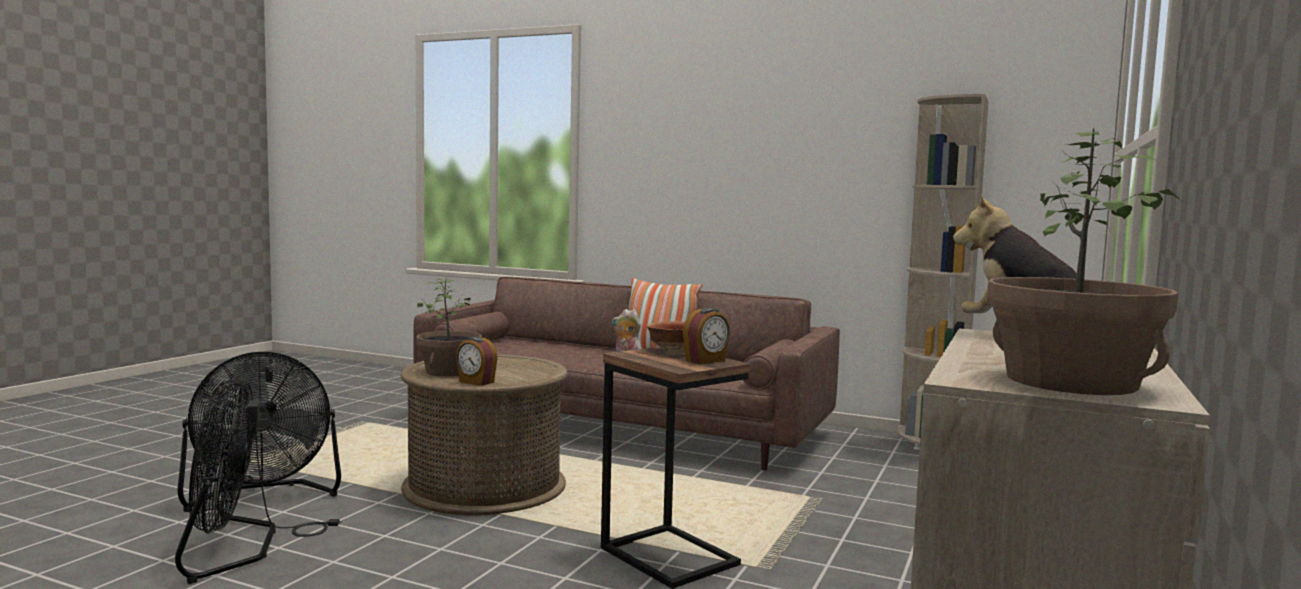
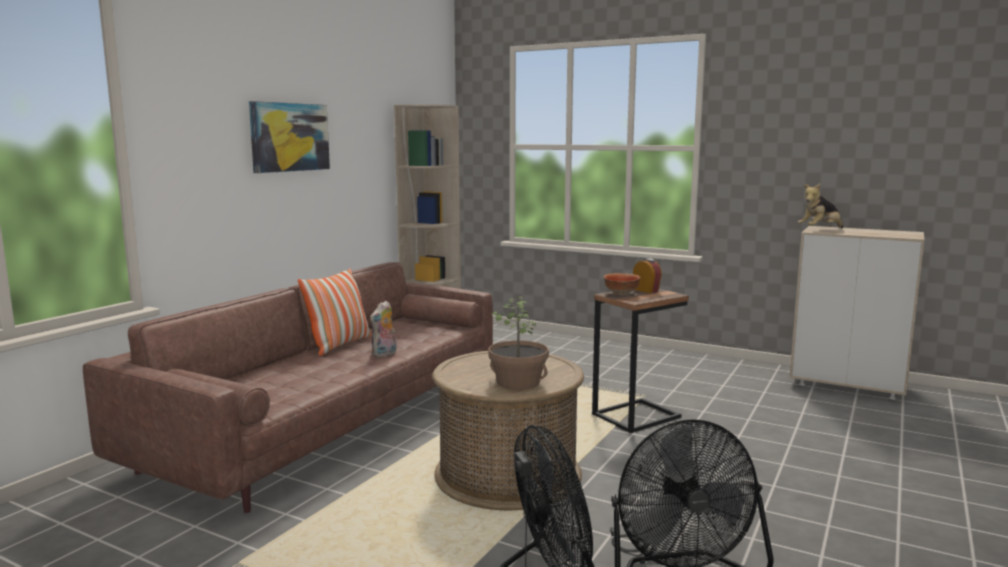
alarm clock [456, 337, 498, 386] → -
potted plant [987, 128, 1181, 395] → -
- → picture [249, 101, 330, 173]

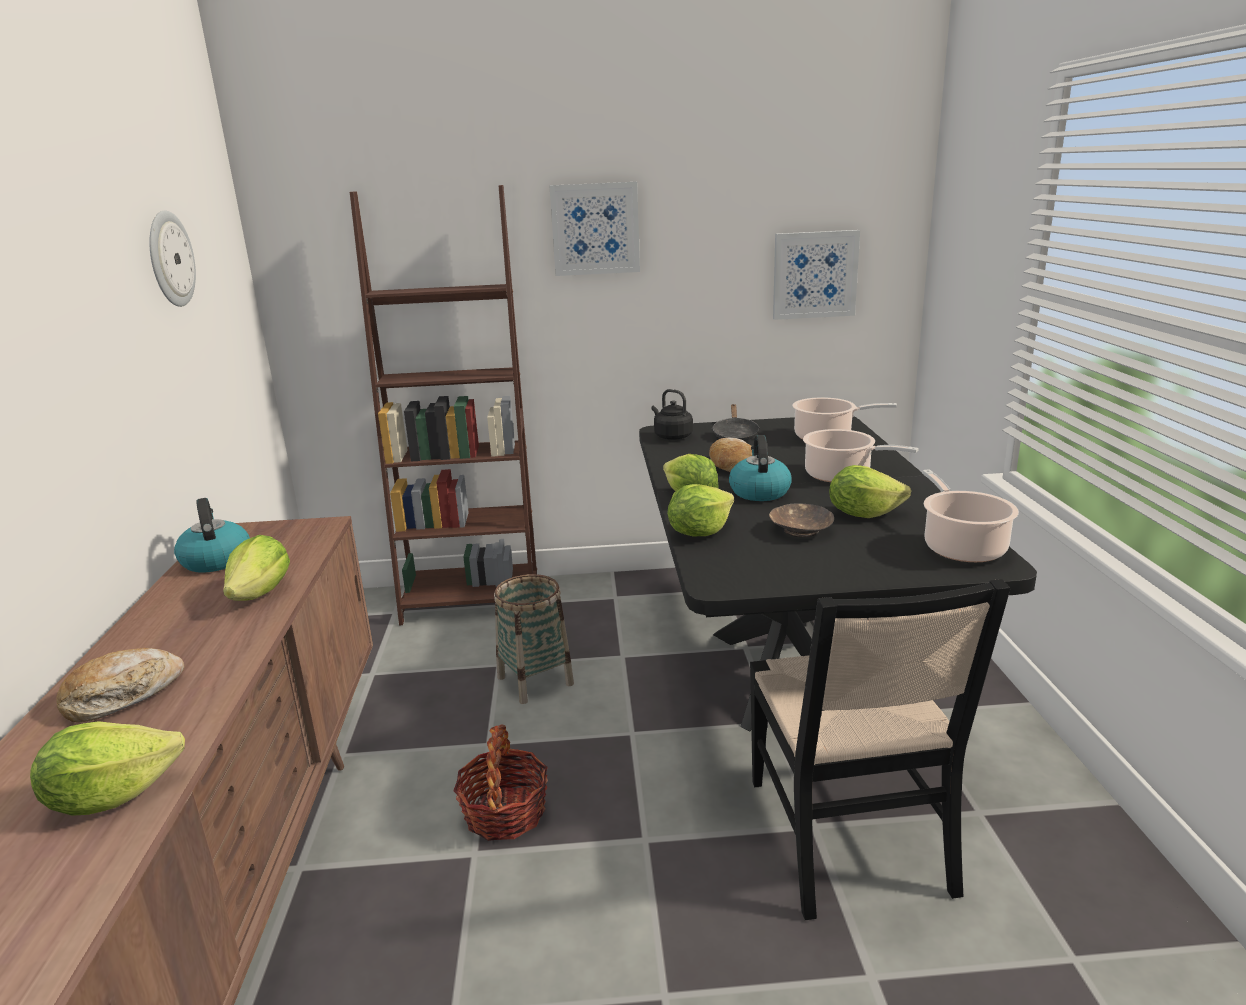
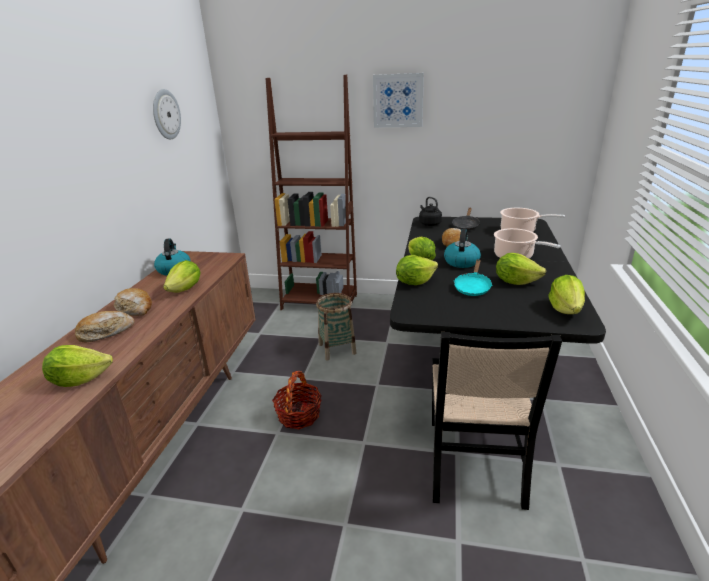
brown bowl [769, 503, 834, 537] → turquoise frying pan [454, 259, 492, 296]
picture [773, 230, 860, 320] → -
cooking pot [922, 469, 1019, 562] → lettuce [549, 275, 585, 314]
- → bread [114, 288, 152, 316]

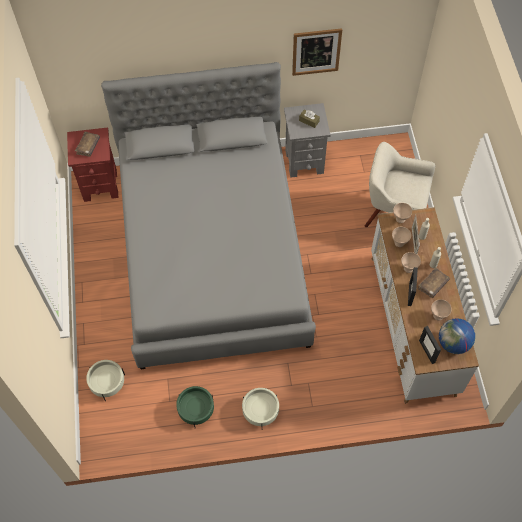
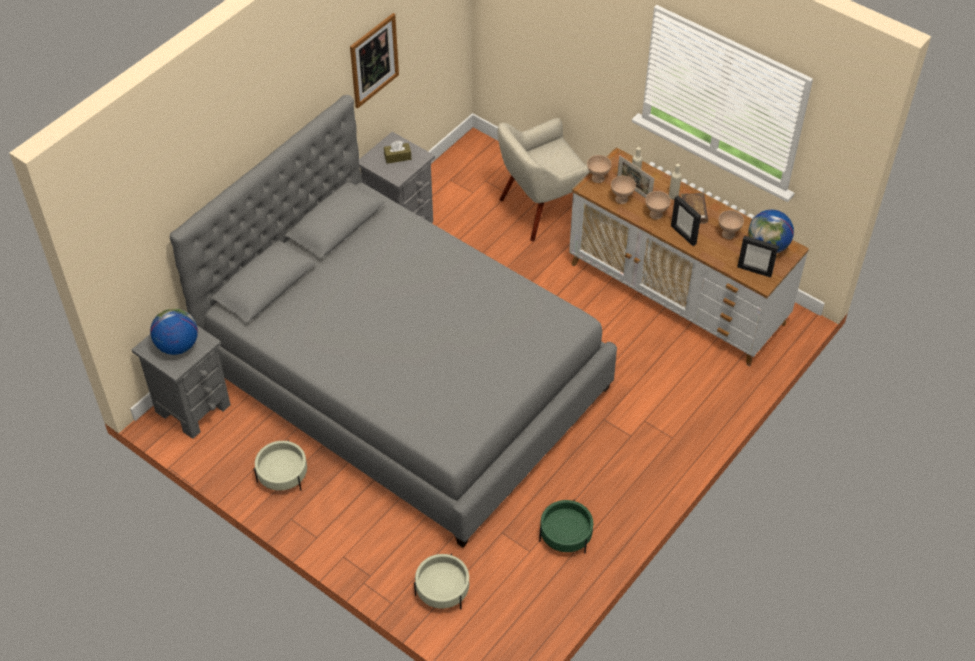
red nightstand [67, 128, 119, 202] → grey nightstand [132, 325, 231, 439]
brown book [75, 132, 100, 157] → globe [150, 308, 198, 355]
beige planter [242, 388, 279, 426] → beige planter [254, 440, 307, 491], relocated

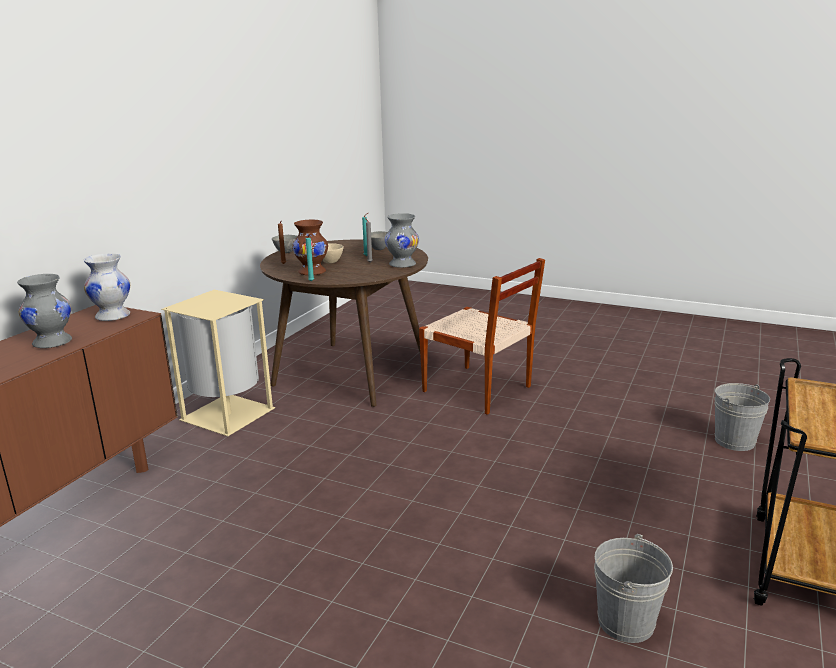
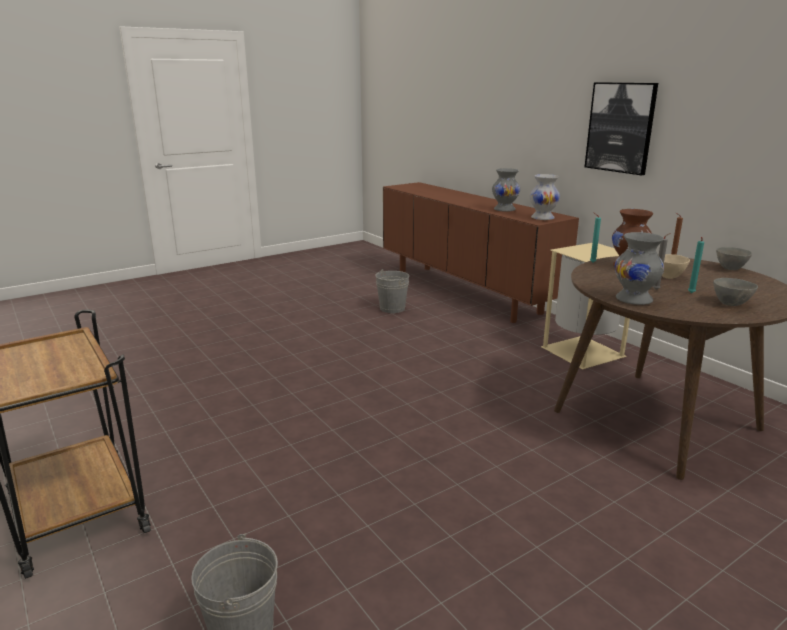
chair [419, 258, 545, 415] → -
grey bucket [594, 534, 673, 643] → grey bucket [375, 269, 409, 313], relocated
- → picture [585, 82, 658, 175]

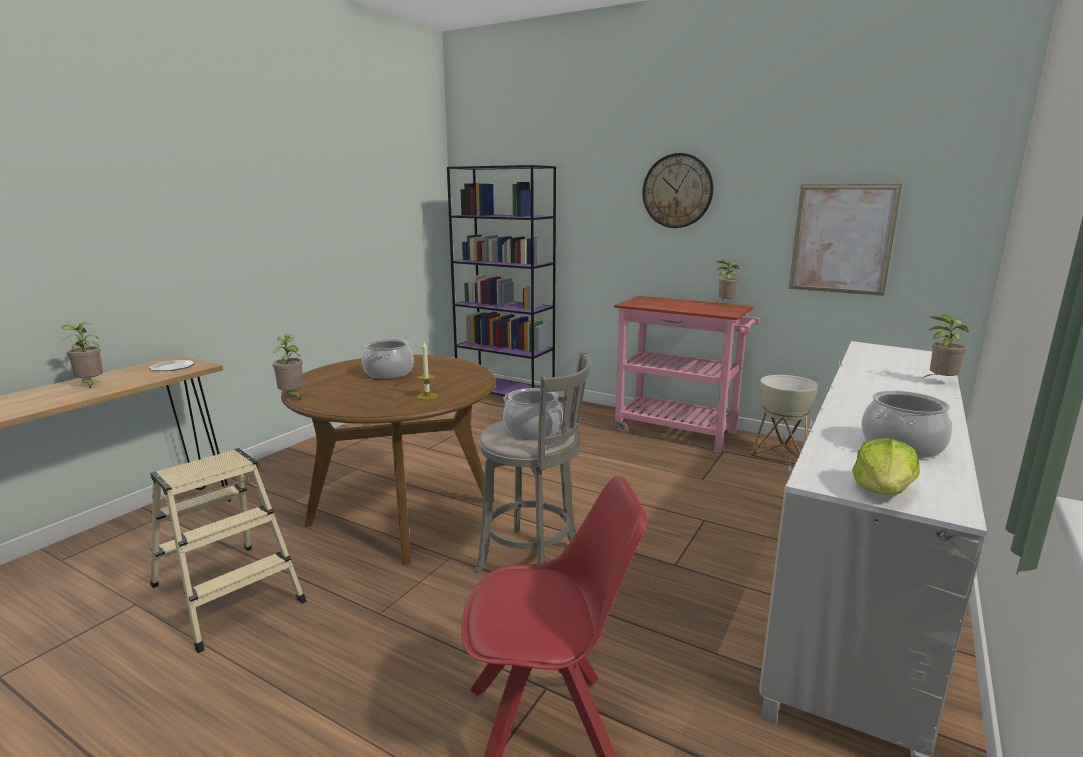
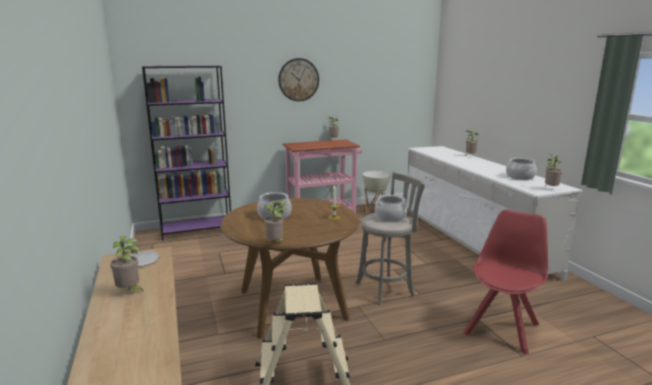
picture [789, 184, 902, 296] → -
lettuce [852, 438, 920, 495] → potted plant [545, 154, 563, 186]

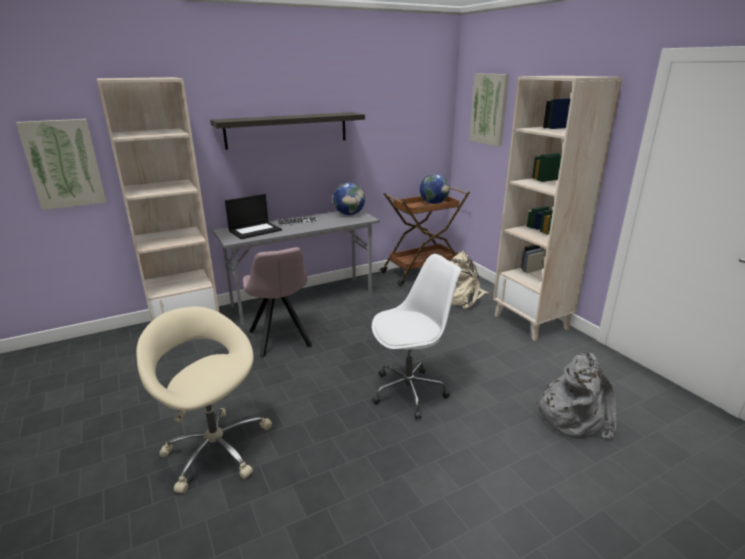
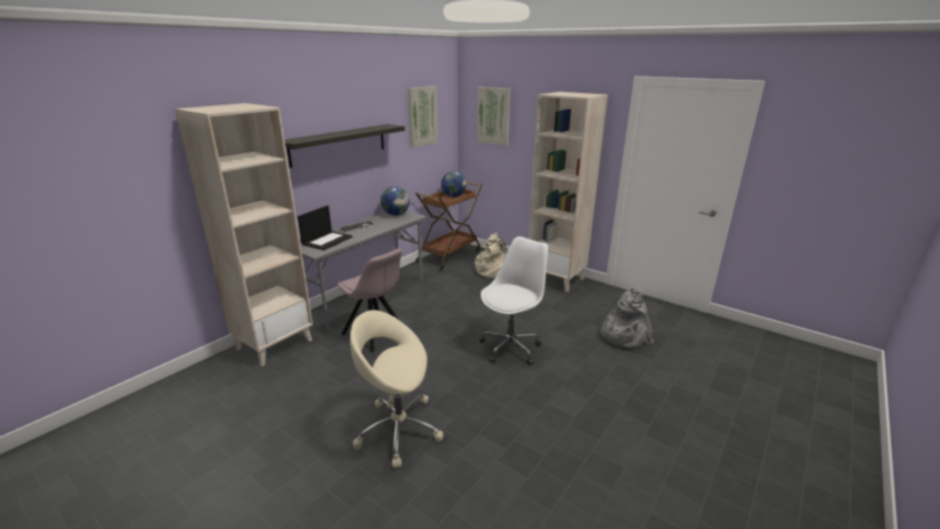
picture [16, 119, 107, 210] → picture [408, 86, 438, 148], relocated

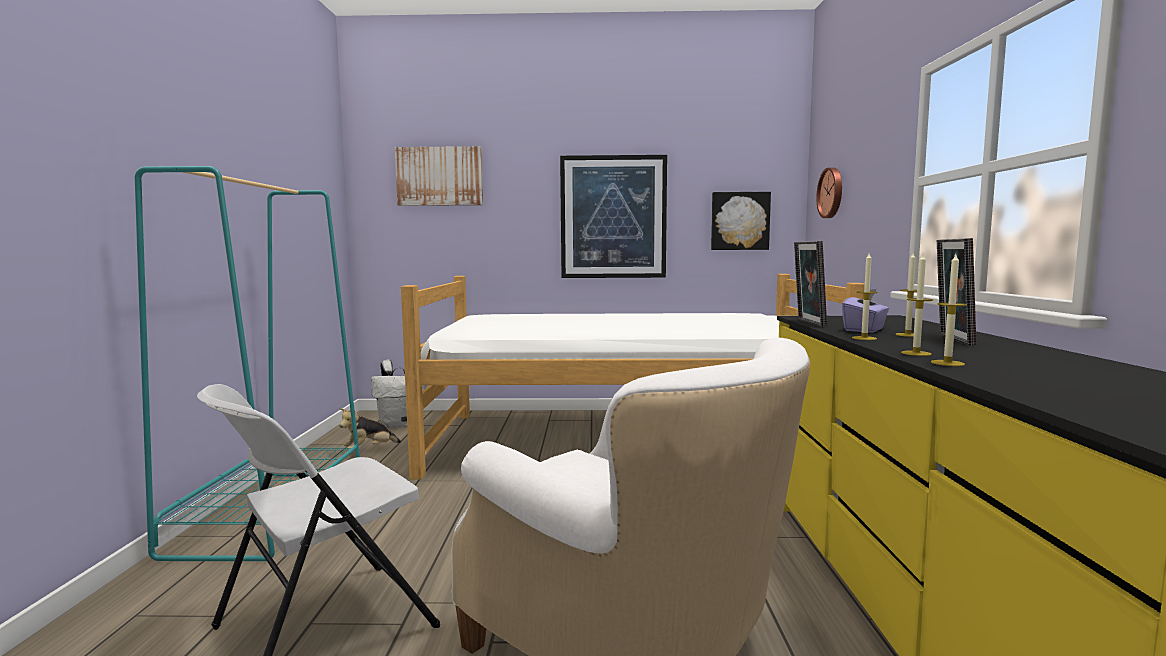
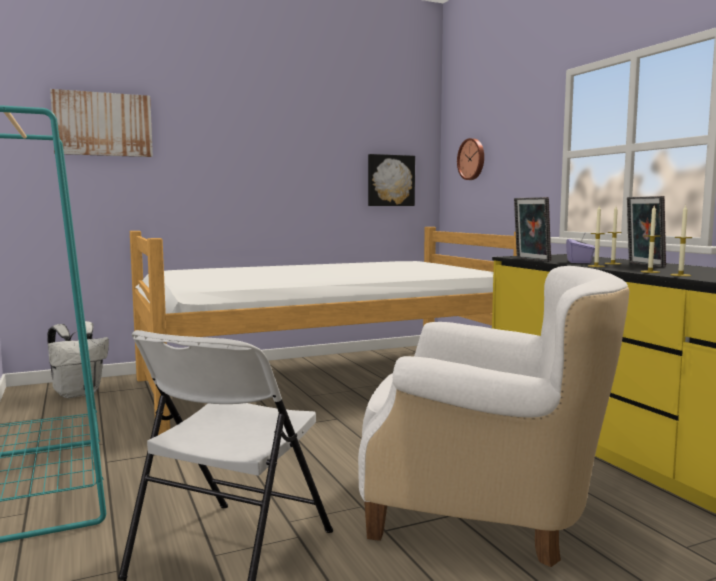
plush toy [339, 408, 401, 450] → -
picture [560, 155, 667, 278] → -

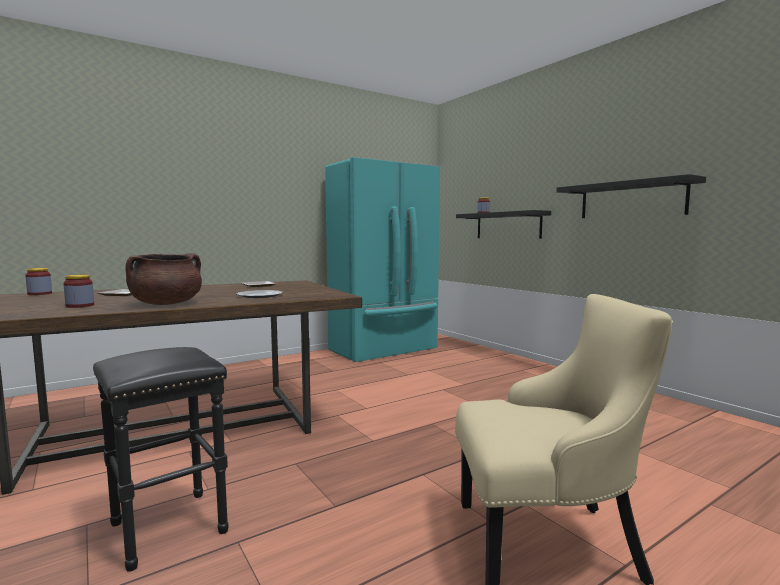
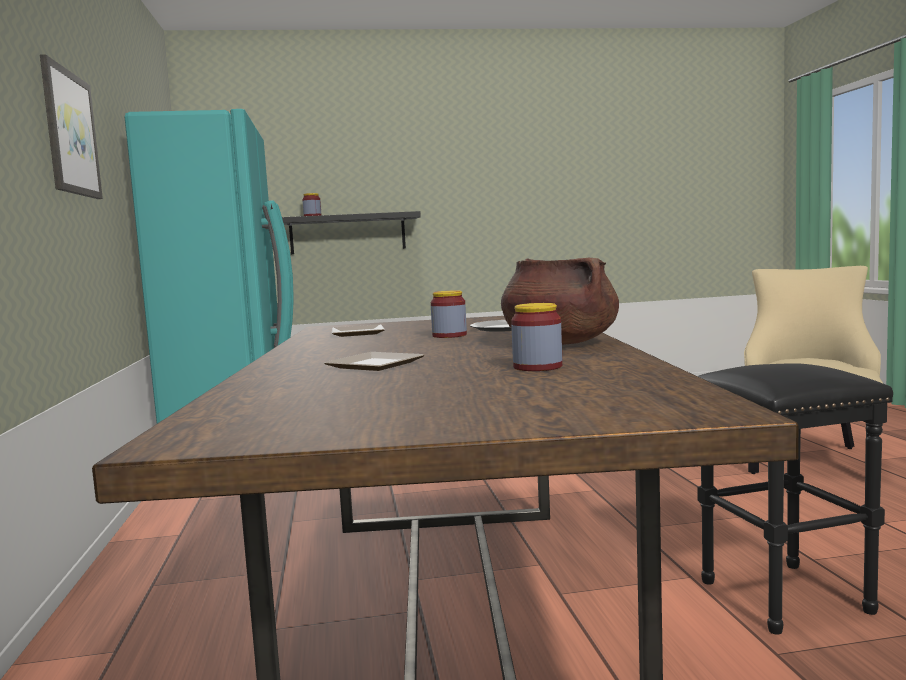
jar [25, 268, 52, 295] → jar [431, 290, 467, 338], relocated
black shelf [556, 174, 706, 218] → -
- → picture [40, 54, 103, 199]

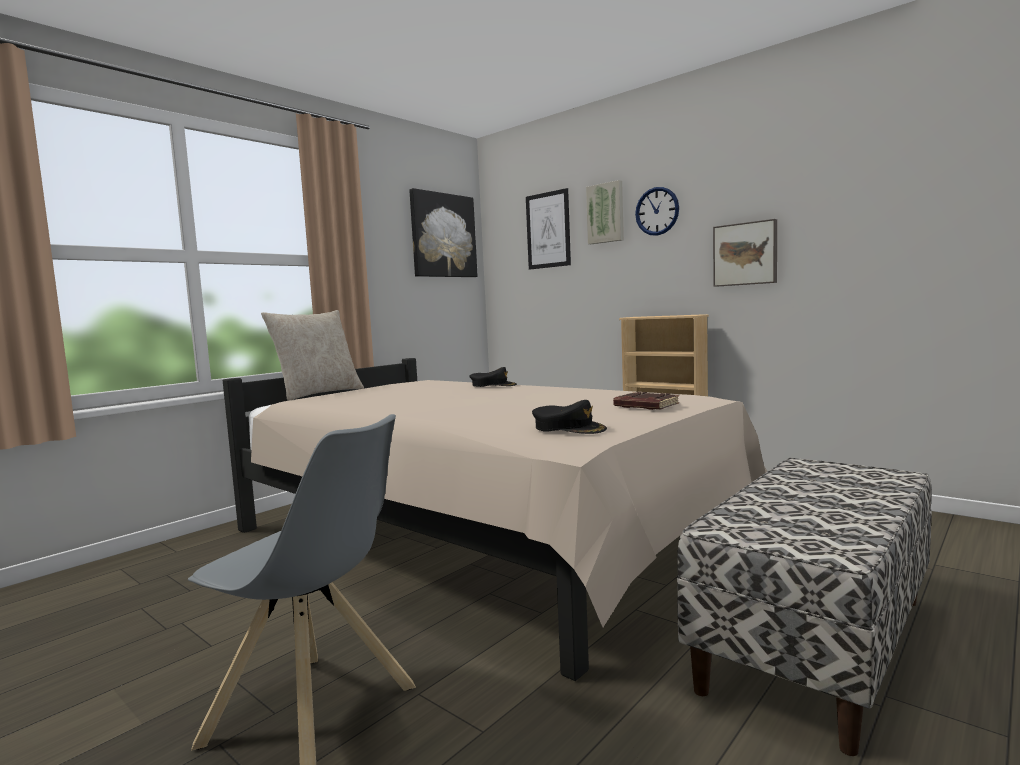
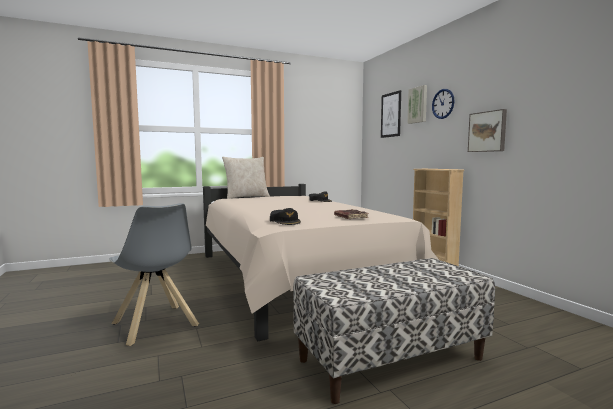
picture [409, 188, 478, 277] → -

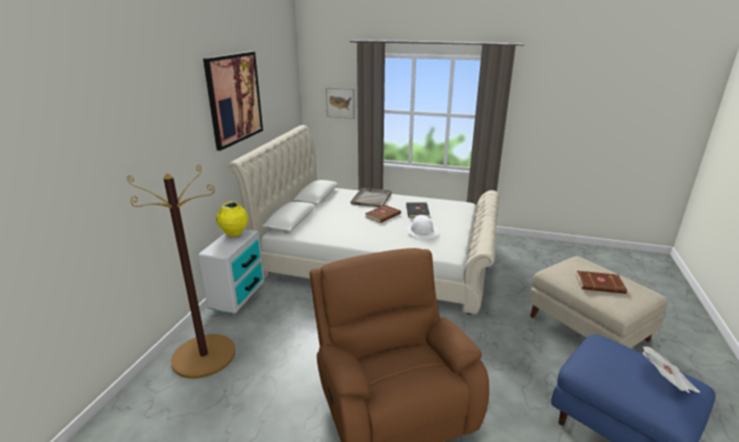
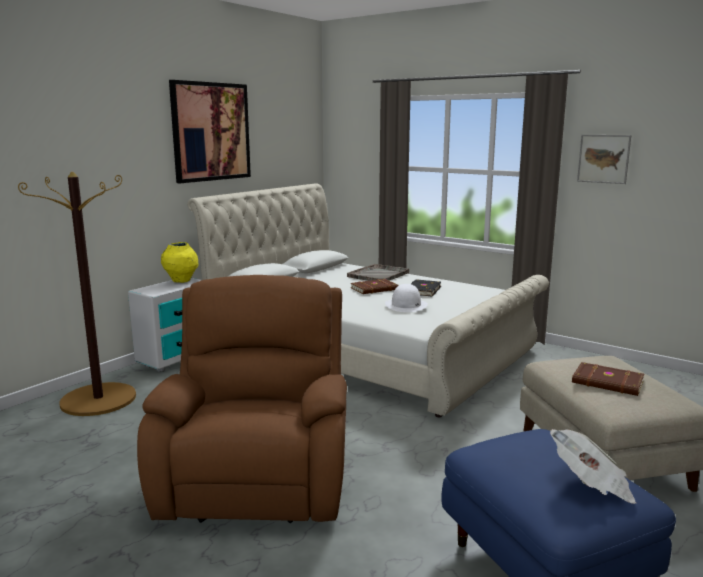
picture [326, 87, 355, 119] → picture [577, 135, 631, 184], relocated

